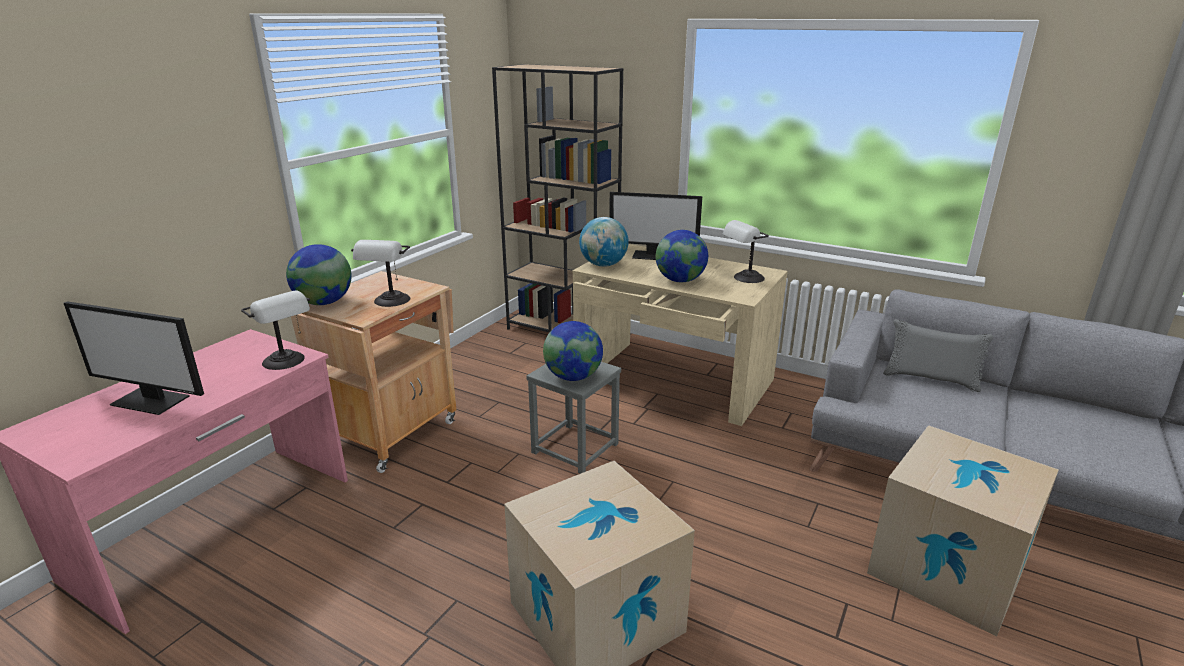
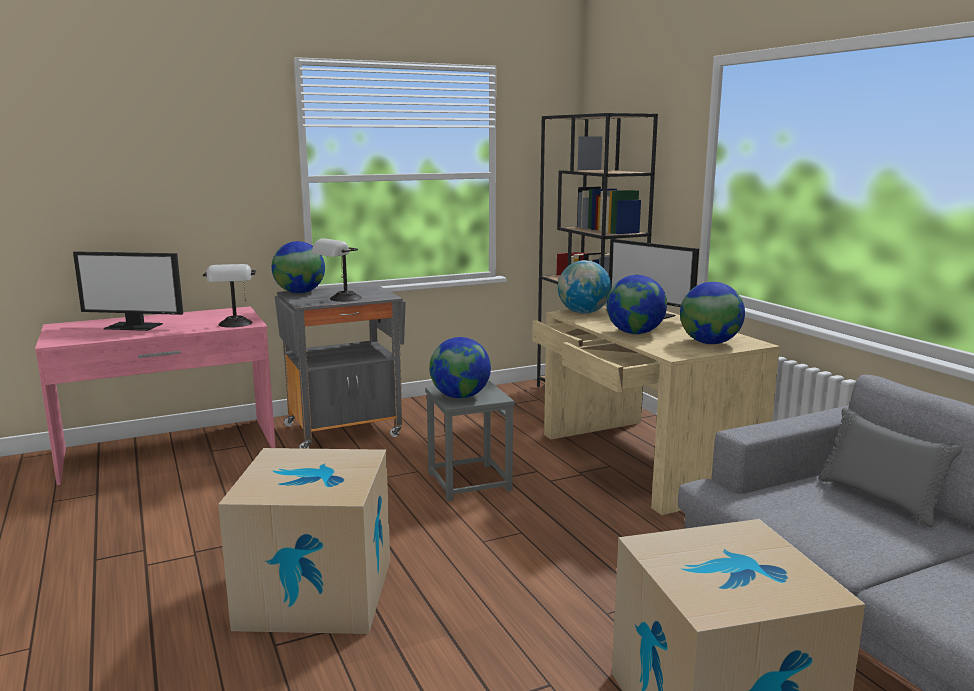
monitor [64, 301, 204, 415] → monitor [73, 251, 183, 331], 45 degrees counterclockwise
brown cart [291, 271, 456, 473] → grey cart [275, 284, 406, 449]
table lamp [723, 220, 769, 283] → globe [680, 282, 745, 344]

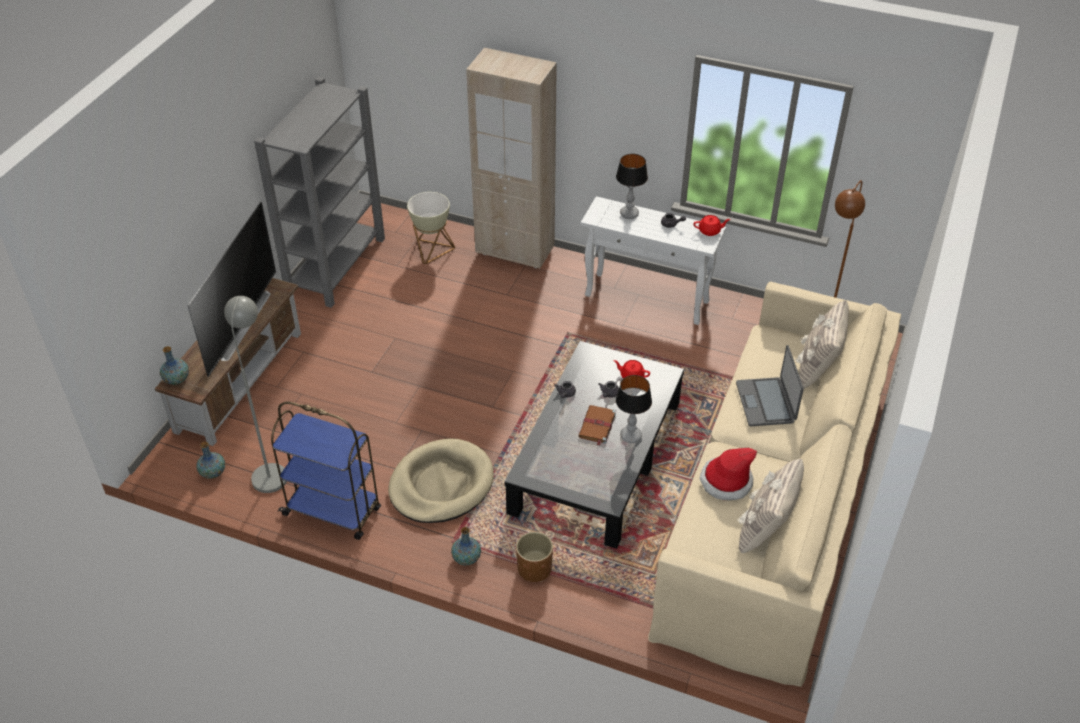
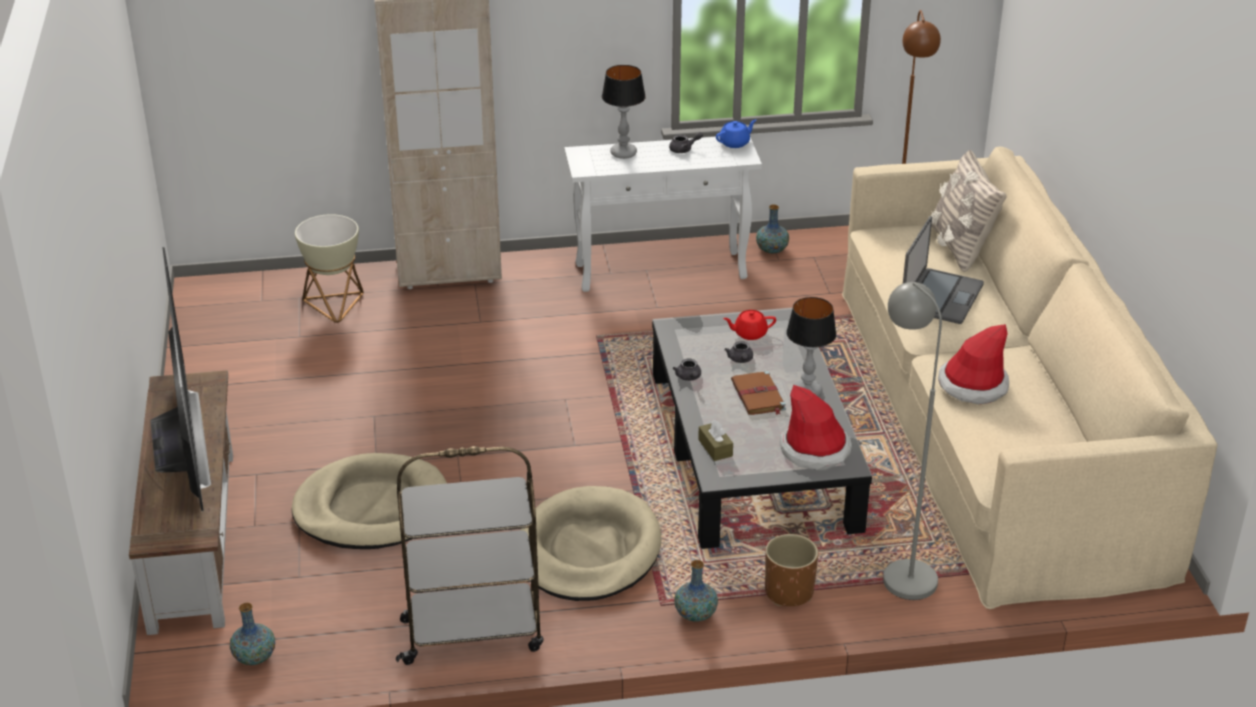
vase [160, 346, 189, 385] → vase [756, 204, 789, 254], relocated
grey floor lamp [224, 296, 287, 493] → grey floor lamp [883, 282, 942, 600], relocated
grey bookcase [254, 77, 385, 308] → -
blue cart [271, 402, 381, 540] → black cart [396, 446, 544, 665]
red teapot [694, 215, 730, 236] → blue teapot [716, 120, 756, 148]
laptop [736, 345, 804, 426] → laptop [903, 216, 984, 324], 120 degrees counterclockwise
beige pillow [737, 459, 804, 553] → -
- → beige dog bed [292, 453, 447, 549]
- → brown tissue box [698, 420, 733, 461]
- → hat [779, 385, 852, 470]

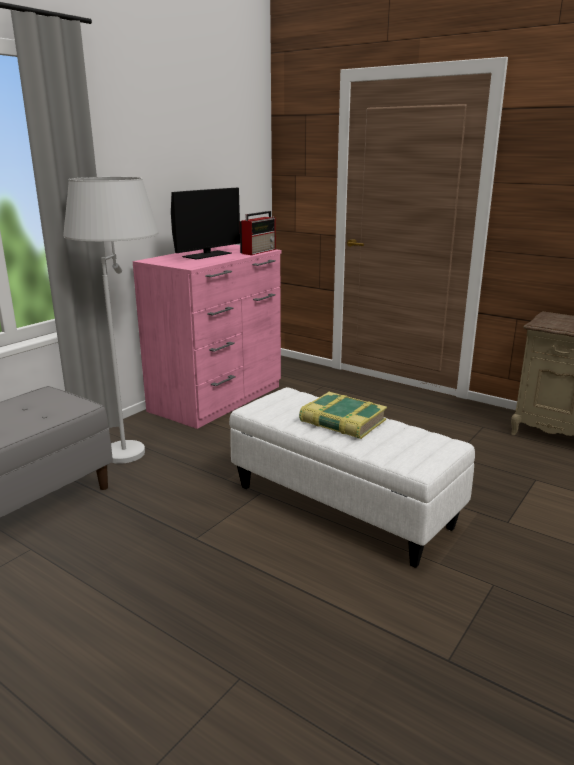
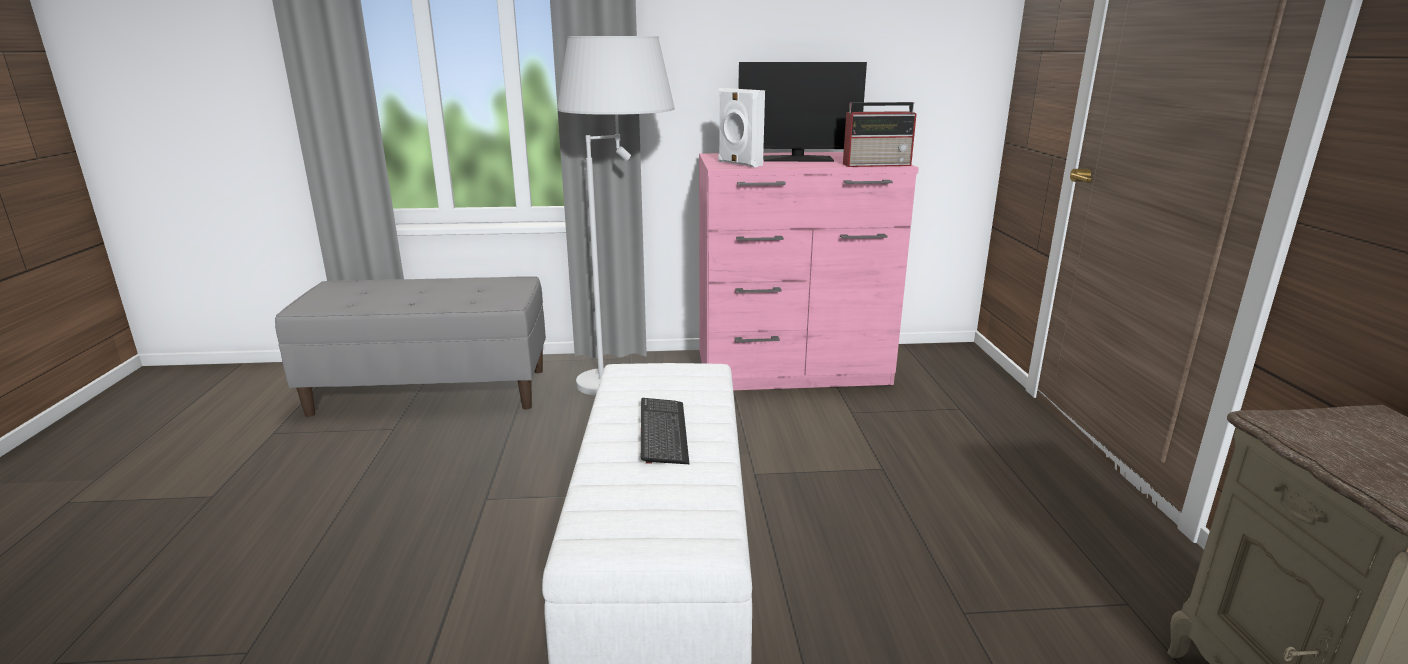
book [299, 392, 387, 439] → keyboard [641, 398, 689, 464]
- → white speaker [718, 88, 765, 167]

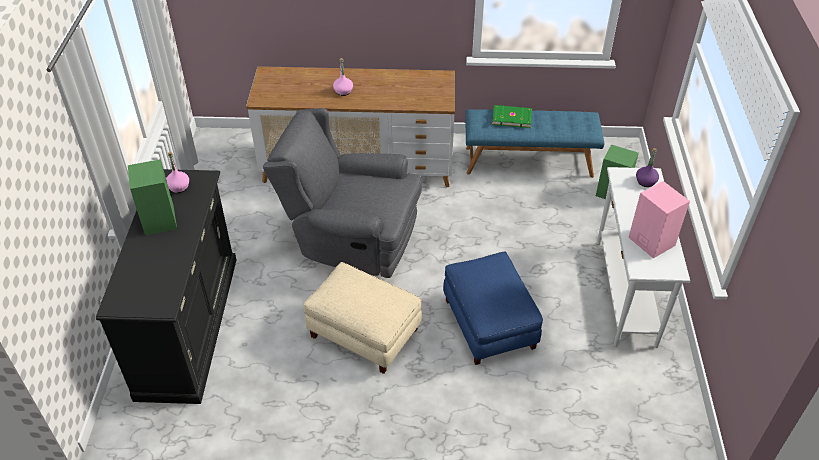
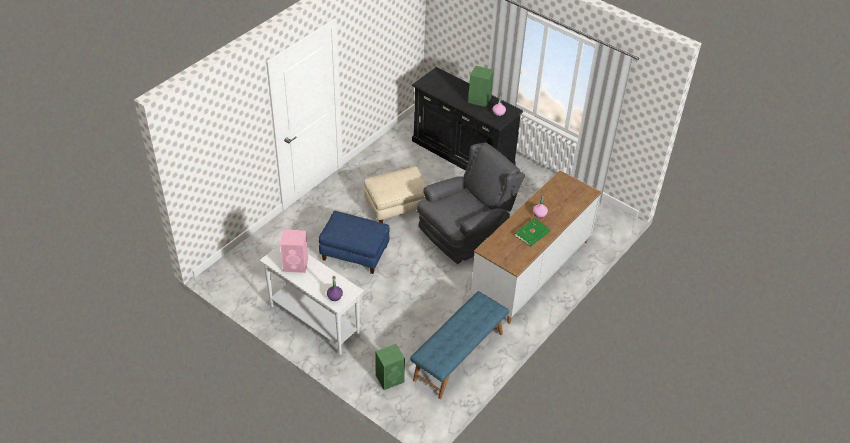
green book [492, 105, 532, 128] → green book [515, 218, 550, 247], relocated

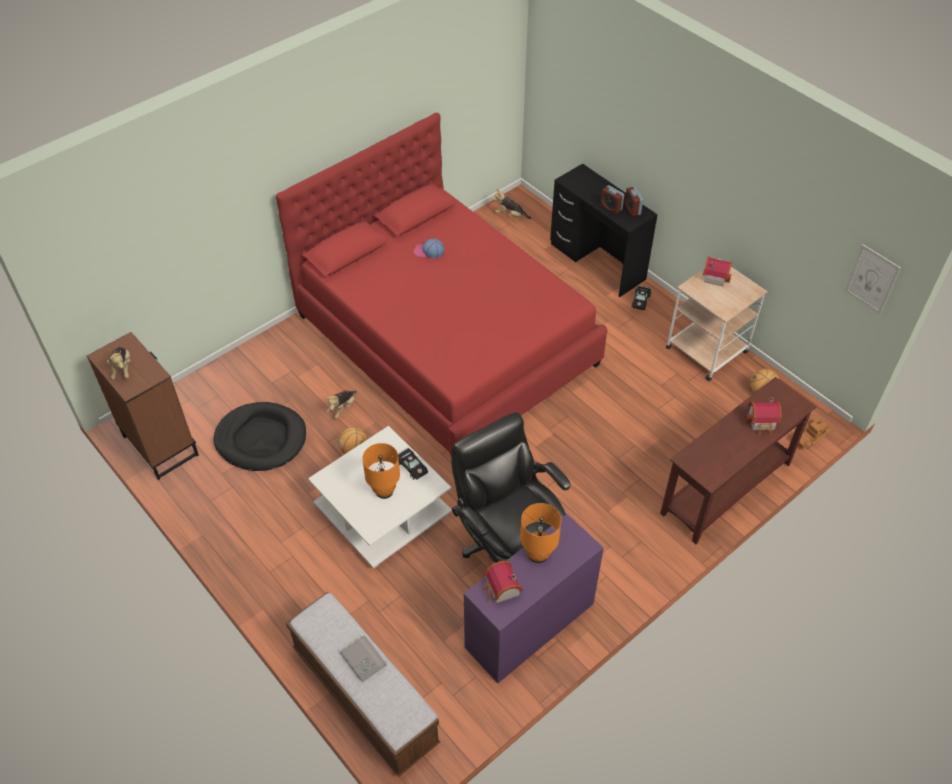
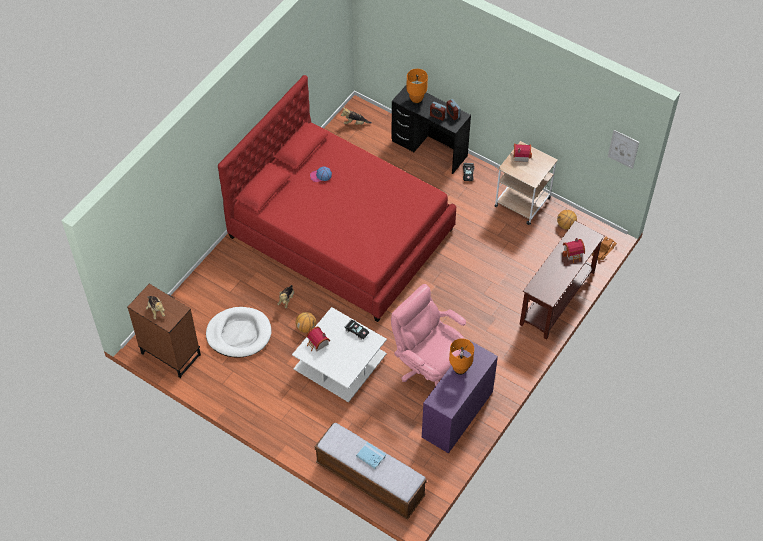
black dog bed [213, 402, 306, 471] → white dog bed [206, 307, 271, 357]
grey book [340, 635, 386, 682] → blue book [357, 442, 386, 469]
orange table lamp [362, 443, 400, 499] → orange table lamp [406, 69, 428, 104], relocated
black office chair [451, 412, 570, 563] → pink office chair [391, 284, 466, 387]
toy house [482, 561, 523, 603] → toy house [306, 327, 330, 351], relocated

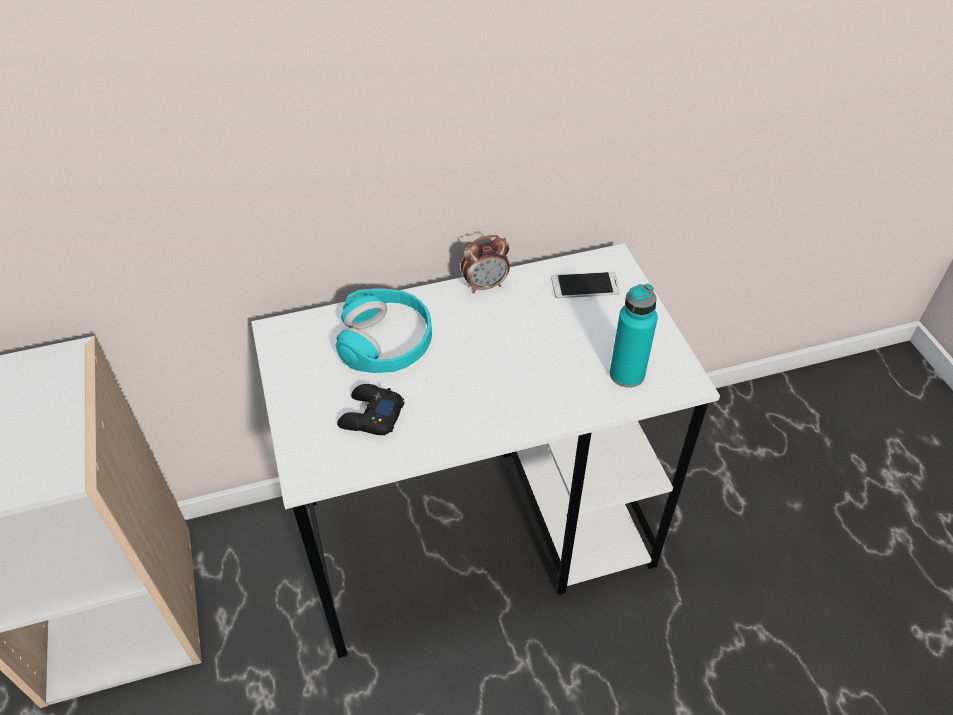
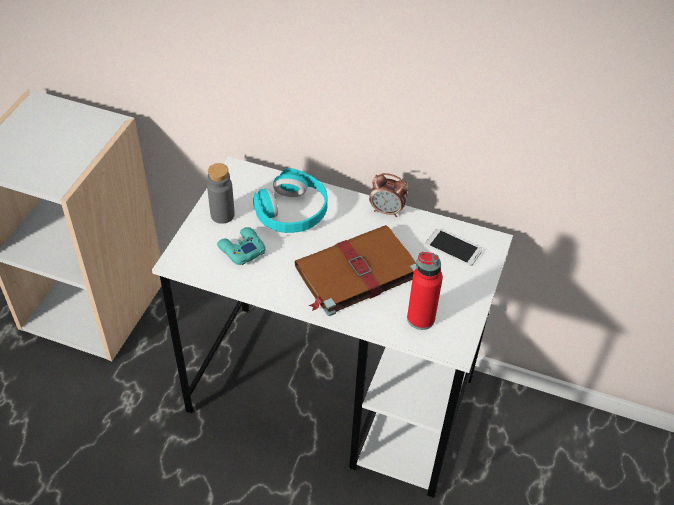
black game controller [337, 384, 404, 435] → turquoise game controller [217, 227, 266, 265]
turquoise bottle [610, 283, 658, 388] → red bottle [407, 252, 443, 330]
- → grey bottle [207, 163, 235, 224]
- → brown book [294, 225, 417, 316]

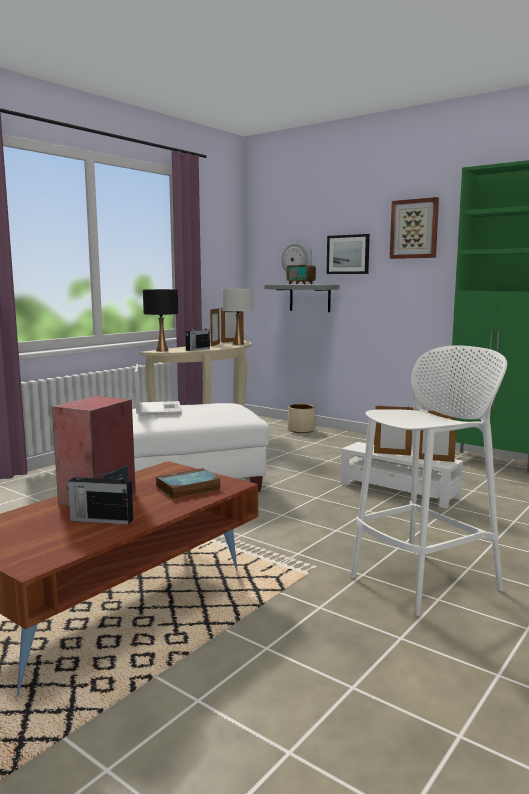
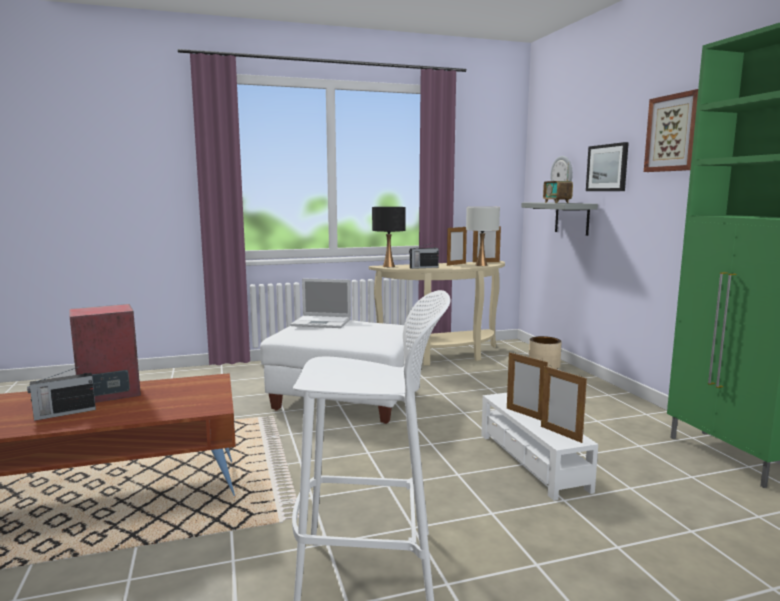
radio [67, 470, 133, 525] → radio [27, 365, 96, 421], 75 degrees counterclockwise
laptop [135, 364, 182, 416] → laptop [291, 278, 351, 328], 75 degrees clockwise
book [156, 468, 221, 499] → -

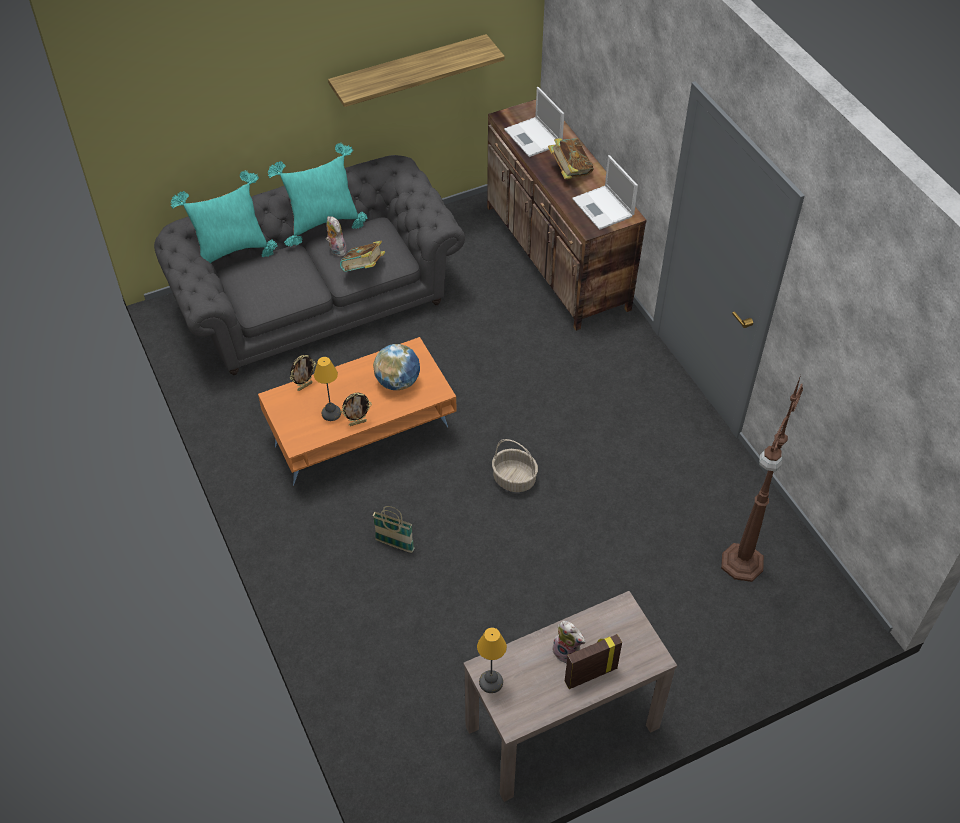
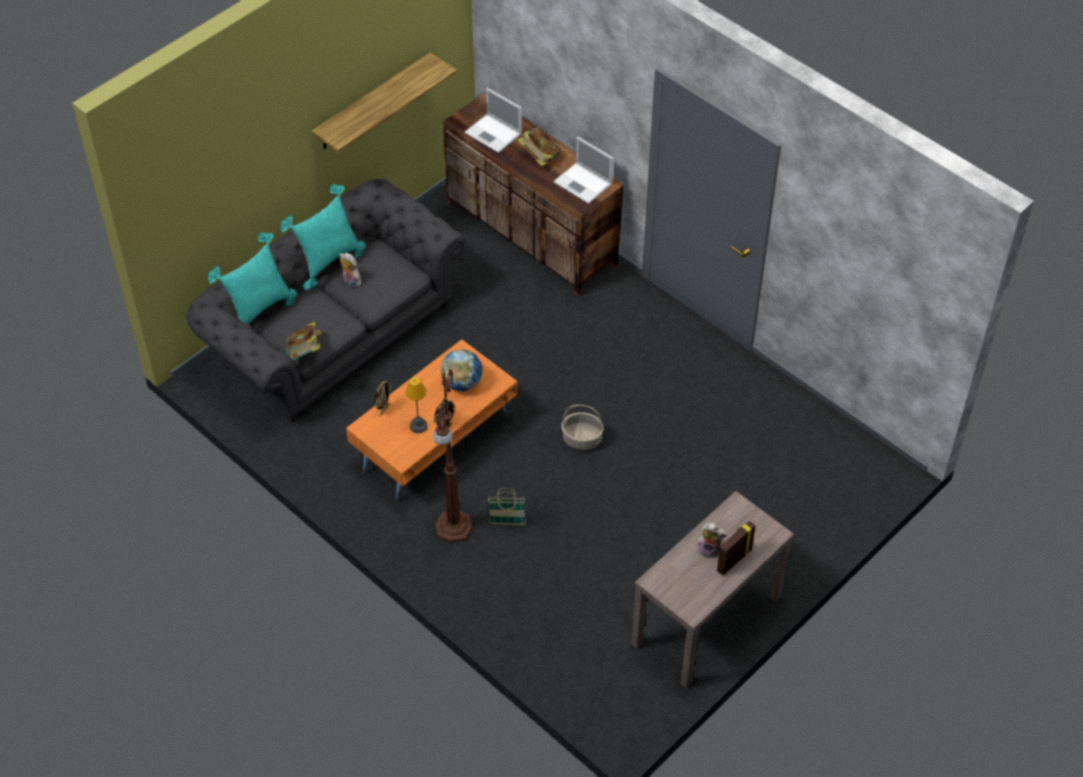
book [340, 241, 385, 272] → book [286, 322, 321, 360], relocated
table lamp [477, 628, 507, 693] → -
brown floor lamp [721, 375, 803, 582] → brown floor lamp [433, 365, 473, 543], relocated

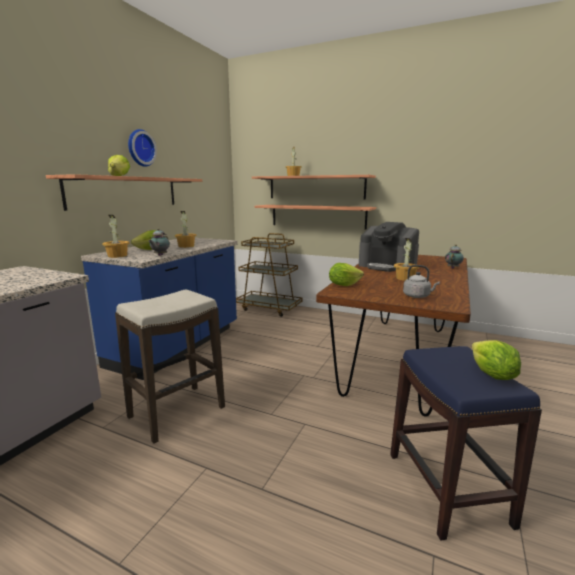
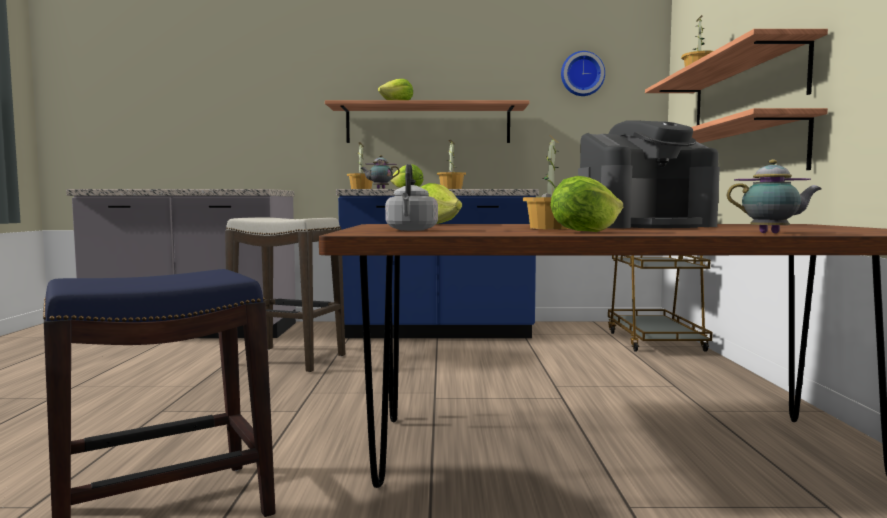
wall clock [128, 129, 157, 167] → wall clock [561, 51, 605, 96], relocated
coffee machine [359, 222, 419, 272] → coffee machine [578, 120, 720, 228], 120 degrees counterclockwise
lettuce [472, 340, 521, 380] → lettuce [550, 176, 623, 232], relocated

